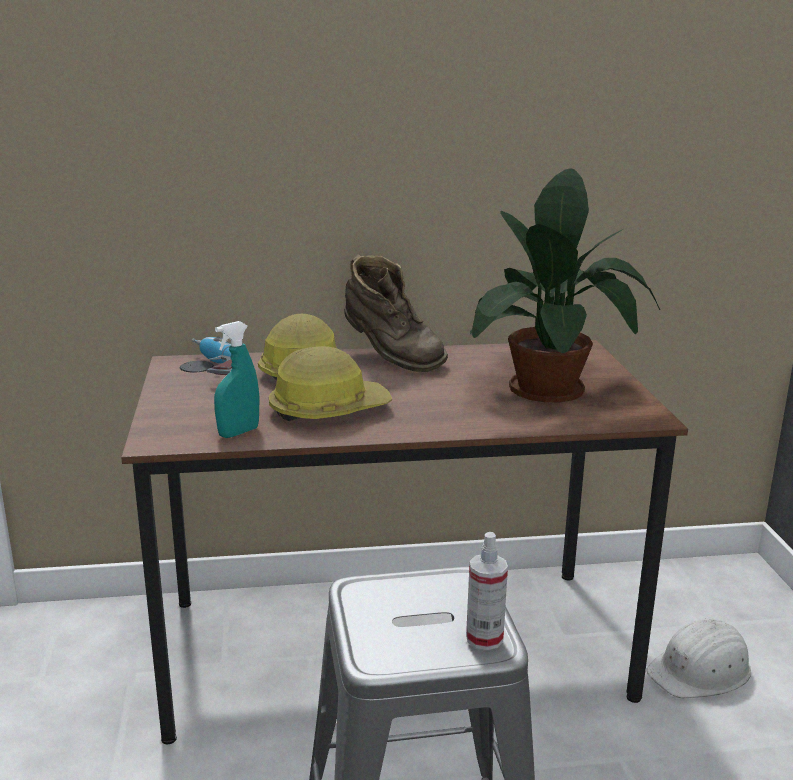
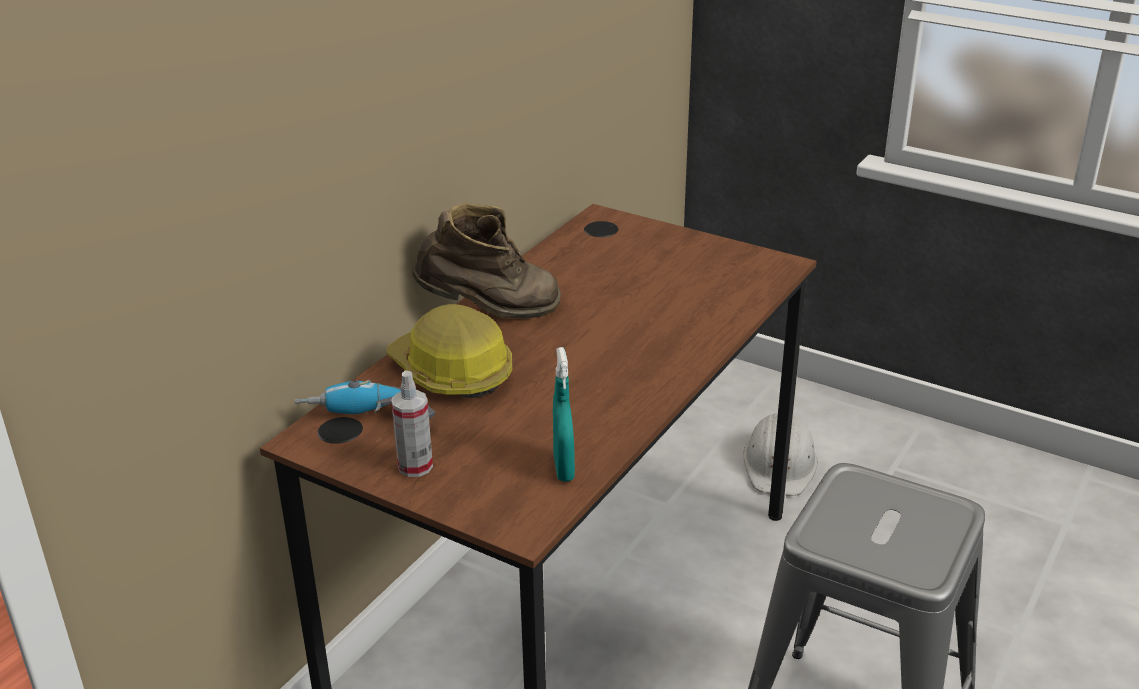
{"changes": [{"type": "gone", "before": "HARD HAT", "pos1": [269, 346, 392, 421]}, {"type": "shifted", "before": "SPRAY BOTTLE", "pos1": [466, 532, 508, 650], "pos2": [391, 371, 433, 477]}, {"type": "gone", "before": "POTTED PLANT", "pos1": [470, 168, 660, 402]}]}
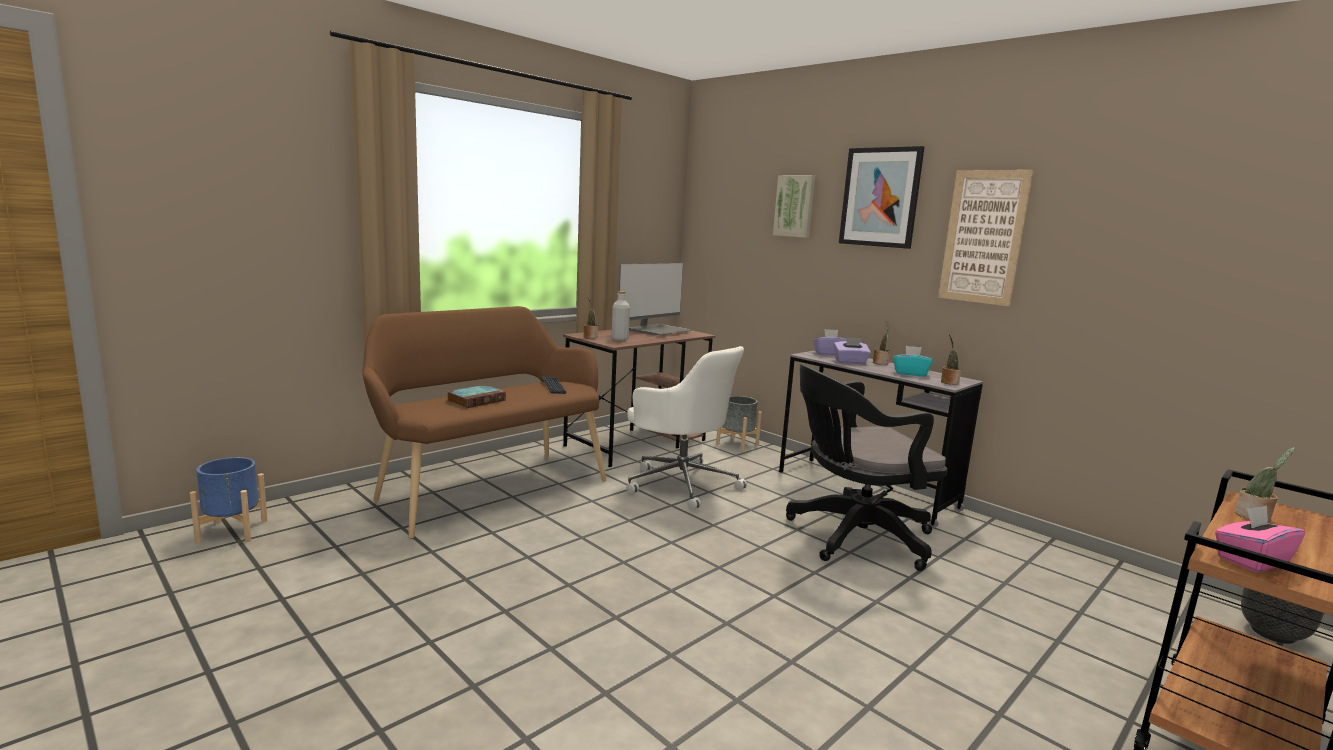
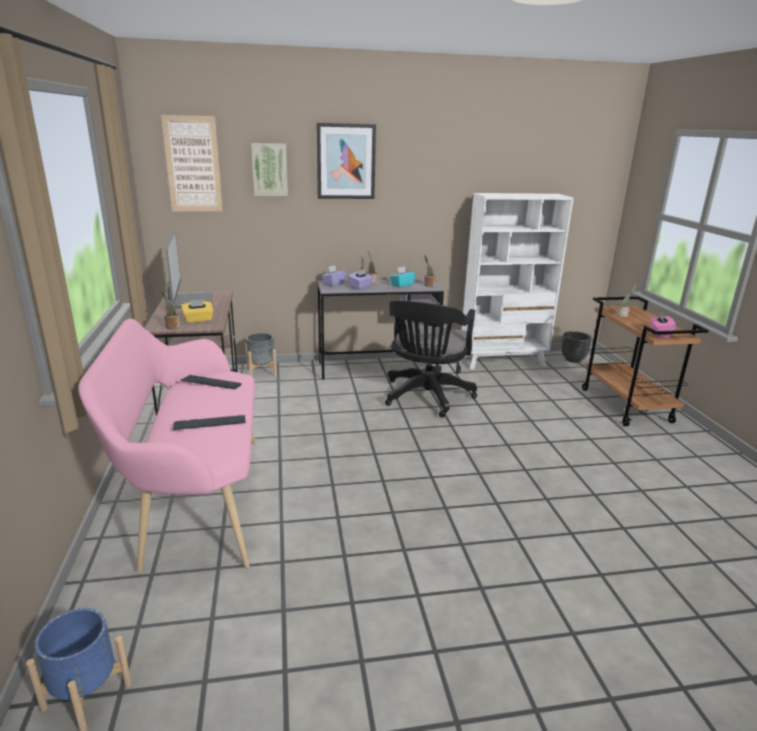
{"changes": [{"type": "repainted", "before": "BROWN BENCH", "after": "PINK BENCH", "pos1": [363, 306, 606, 539], "pos2": [78, 319, 256, 573]}, {"type": "swapped", "before": "BOOK", "after": "KEYBOARD", "pos1": [447, 385, 506, 408], "pos2": [173, 415, 246, 430]}, {"type": "swapped", "before": "GREY BOTTLE", "after": "YELLOW TISSUE BOX", "pos1": [611, 291, 630, 341], "pos2": [181, 299, 213, 323]}, {"type": "gone", "before": "WHITE OFFICE CHAIR", "pos1": [626, 346, 747, 510]}, {"type": "shifted", "before": "PICTURE", "pos1": [938, 170, 1034, 306], "pos2": [161, 115, 223, 211]}, {"type": "new", "after": "WHITE BOOKCASE", "pos2": [462, 193, 574, 370]}]}
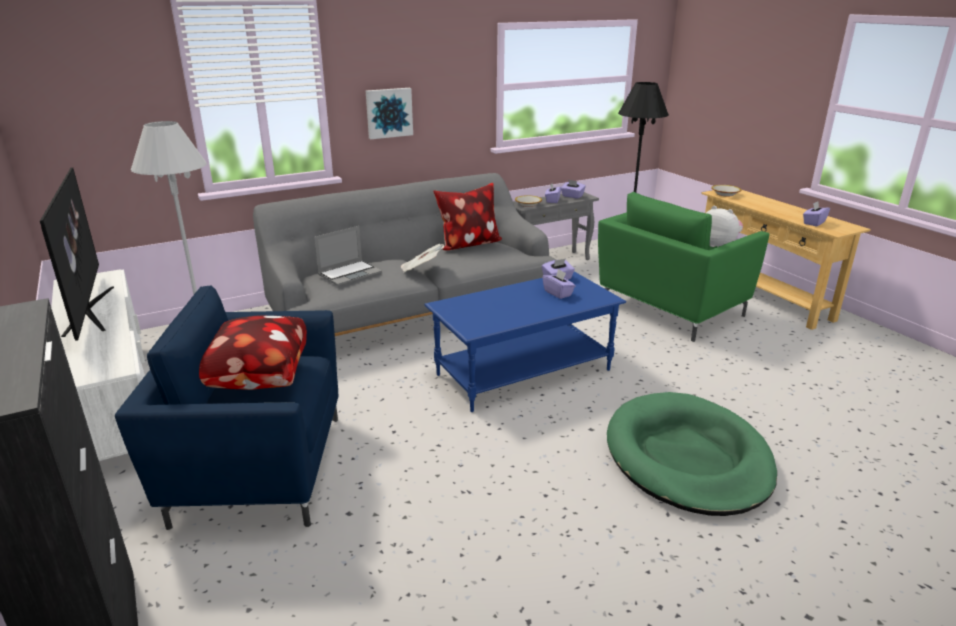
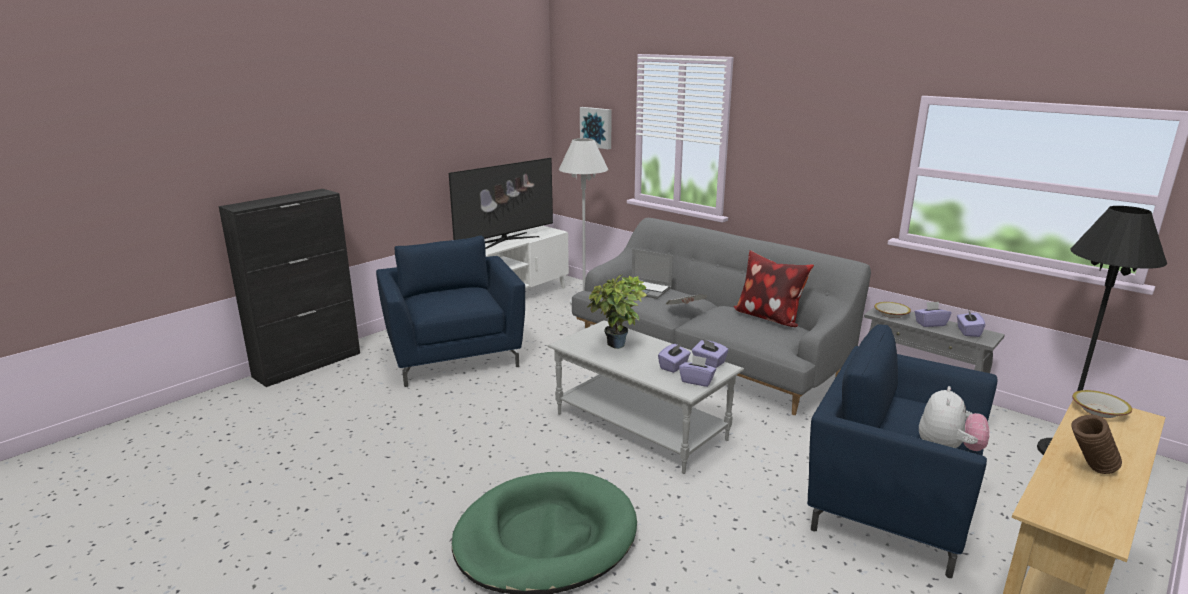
{"changes": [{"type": "gone", "before": "PILLOW", "pos1": [199, 315, 307, 390]}, {"type": "shifted", "before": "PICTURE", "pos1": [366, 88, 413, 139], "pos2": [580, 107, 612, 149]}, {"type": "repainted", "before": "BLUE COFFEE TABLE", "after": "GREY COFFEE TABLE", "pos1": [425, 271, 626, 412], "pos2": [547, 320, 744, 474]}, {"type": "repainted", "before": "GREEN ARMCHAIR", "after": "BLUE ARMCHAIR", "pos1": [598, 192, 769, 342], "pos2": [807, 324, 997, 578]}, {"type": "shifted", "before": "PURPLE TISSUE BOX", "pos1": [803, 201, 830, 227], "pos2": [679, 355, 716, 387]}, {"type": "new", "after": "POTTED PLANT", "pos2": [587, 275, 647, 349]}, {"type": "new", "after": "BROWN VASE", "pos2": [1071, 414, 1122, 474]}]}
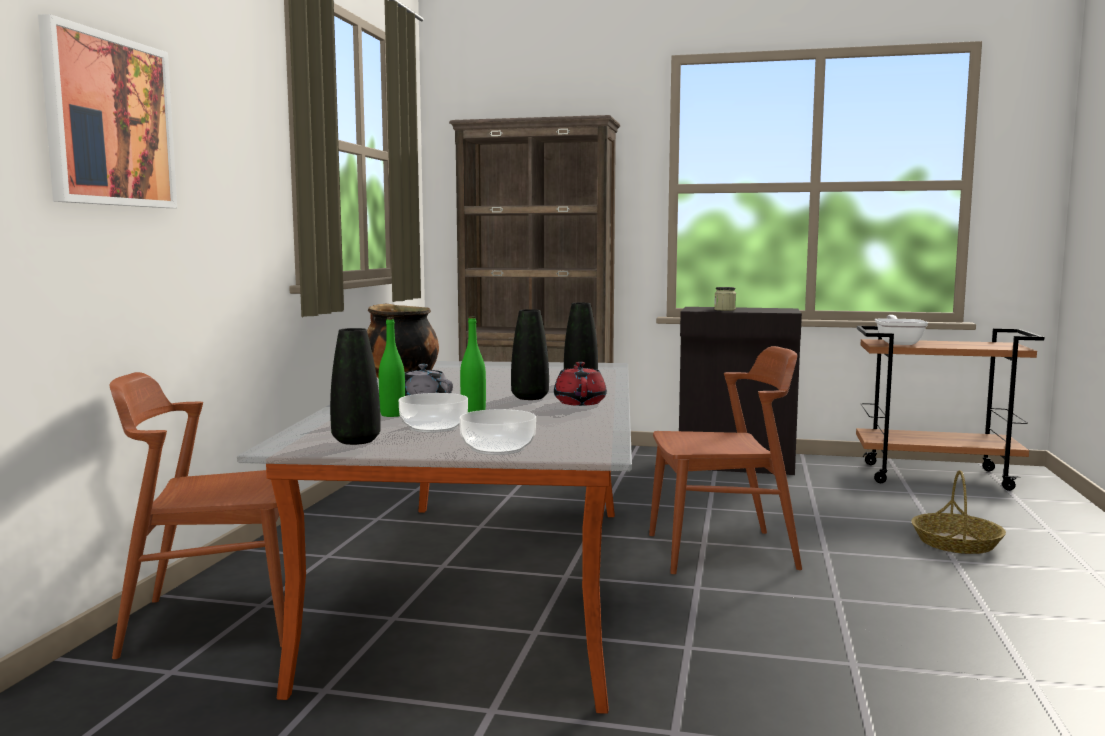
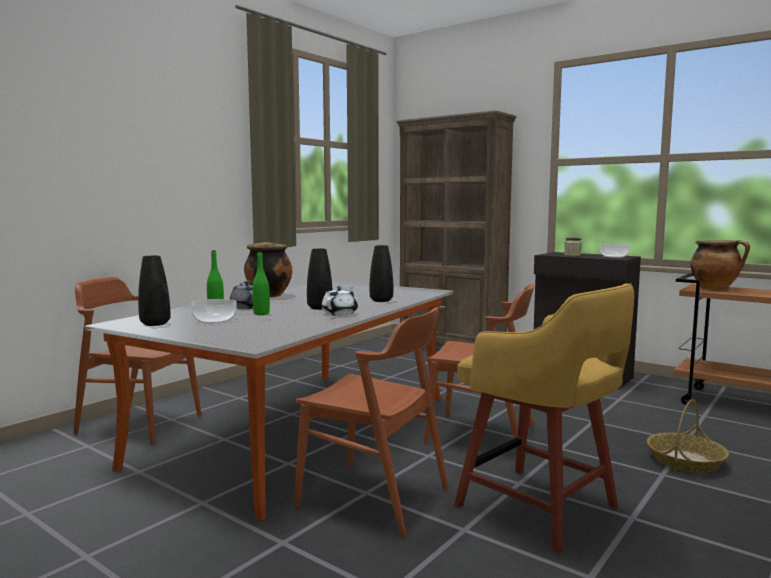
{"changes": [{"type": "gone", "before": "PICTURE", "pos1": [38, 14, 177, 208]}, {"type": "shifted", "before": "BOWL", "pos1": [459, 409, 536, 455], "pos2": [599, 243, 631, 258]}, {"type": "repainted", "before": "RED TEAPOT", "after": "WHITE TEAPOT", "pos1": [554, 362, 607, 406], "pos2": [321, 285, 358, 316]}, {"type": "swapped", "before": "FRYING PAN", "after": "COOKING POT", "pos1": [875, 315, 928, 345], "pos2": [690, 240, 750, 290]}, {"type": "new", "after": "BROWN CHAIR", "pos2": [294, 307, 448, 537]}, {"type": "new", "after": "YELLOW STOOL", "pos2": [454, 283, 634, 554]}]}
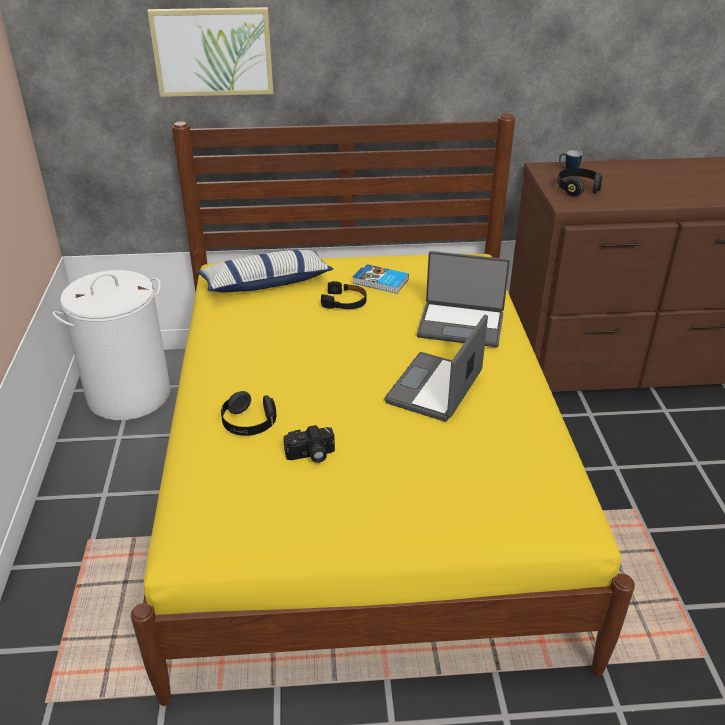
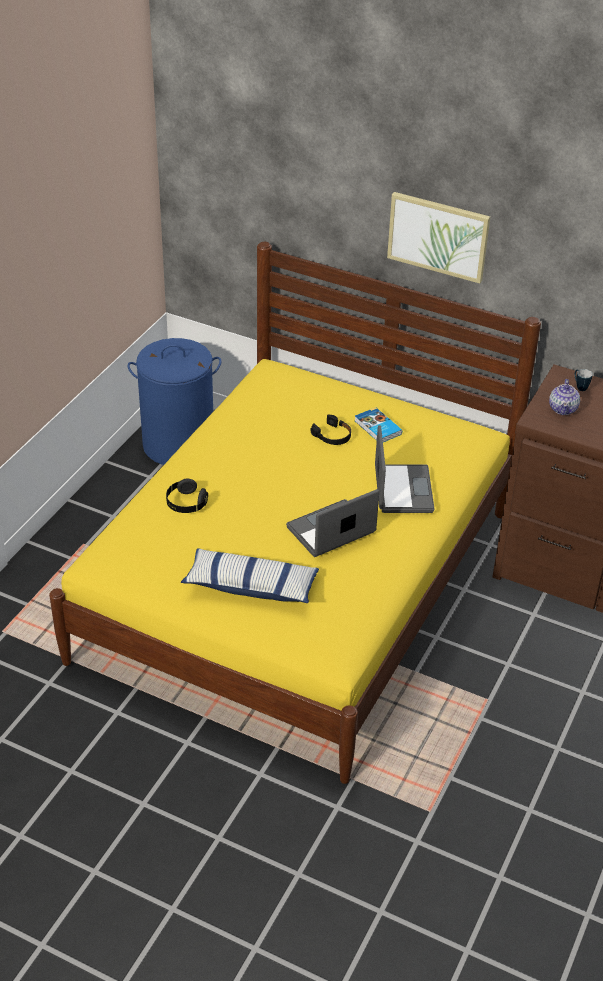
{"changes": [{"type": "repainted", "before": "WHITE LAUNDRY BASKET", "after": "BLUE LAUNDRY BASKET", "pos1": [52, 270, 171, 420], "pos2": [128, 338, 221, 465]}, {"type": "shifted", "before": "PICTURE", "pos1": [147, 7, 274, 97], "pos2": [387, 192, 490, 284]}, {"type": "shifted", "before": "PILLOW", "pos1": [198, 250, 333, 292], "pos2": [181, 548, 319, 603]}, {"type": "gone", "before": "PHOTO CAMERA", "pos1": [284, 425, 335, 463]}, {"type": "rotated", "before": "LAPTOP", "pos1": [417, 251, 510, 347], "pos2": [375, 425, 435, 513], "turn": -135}, {"type": "swapped", "before": "BLACK HEADPHONES", "after": "TEAPOT", "pos1": [557, 168, 603, 196], "pos2": [549, 379, 580, 415]}]}
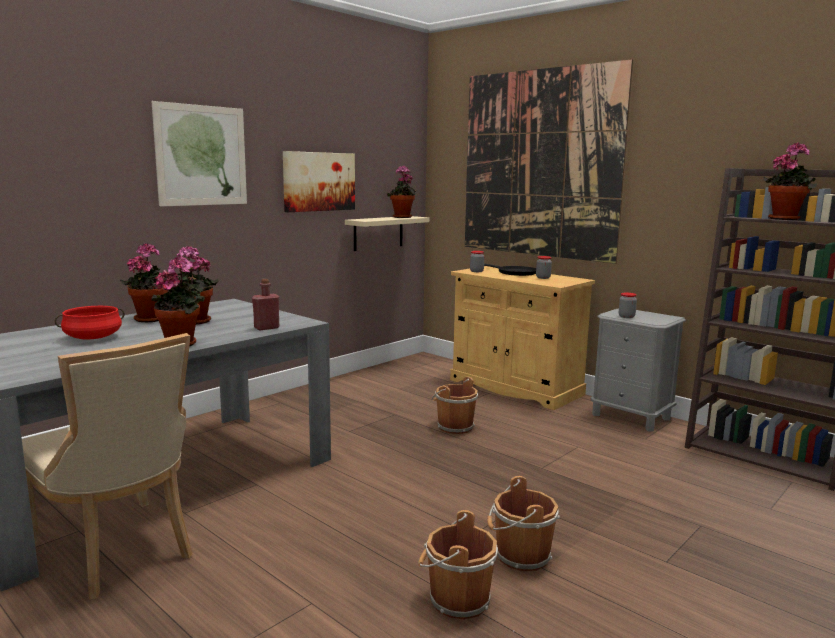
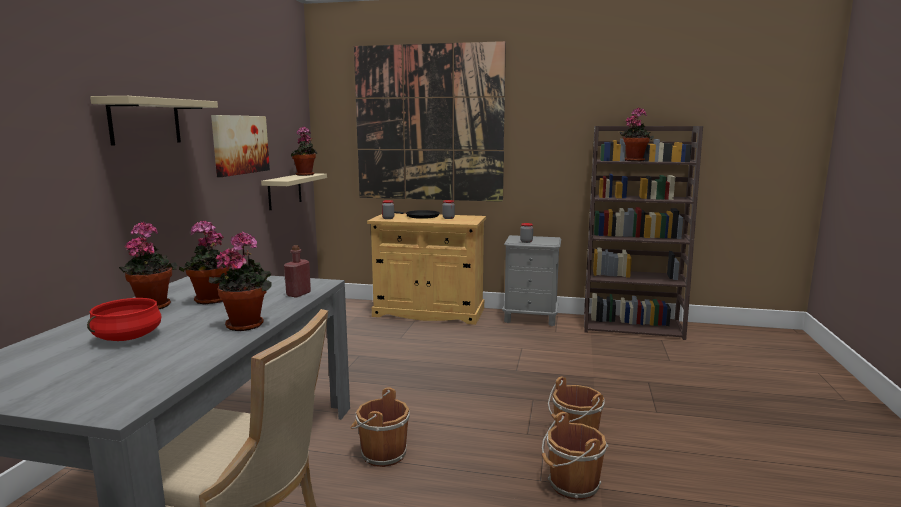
{"changes": [{"type": "swapped", "before": "PICTURE", "after": "BEIGE SHELF", "pos1": [152, 101, 247, 207], "pos2": [90, 96, 218, 146]}, {"type": "shifted", "before": "BROWN BUCKET", "pos1": [432, 377, 478, 434], "pos2": [350, 387, 410, 467]}]}
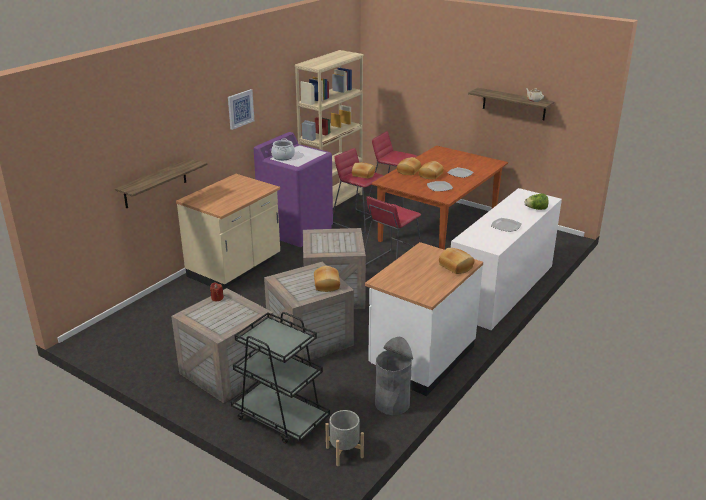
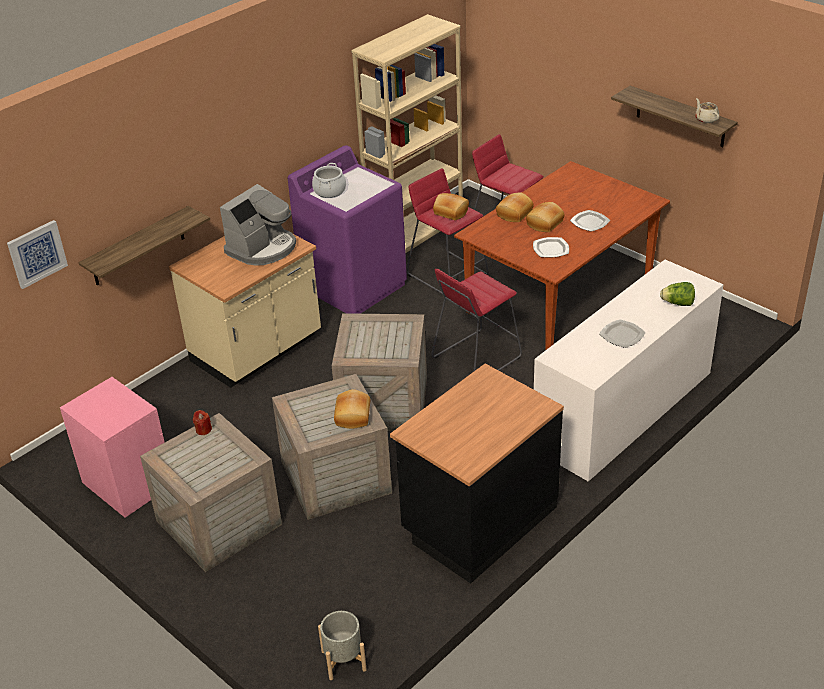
{"changes": [{"type": "shifted", "before": "PICTURE", "pos1": [228, 89, 254, 130], "pos2": [7, 220, 68, 289]}, {"type": "gone", "before": "BLACK CART", "pos1": [231, 312, 330, 444]}, {"type": "repainted", "before": "WHITE COUNTER", "after": "BLACK COUNTER", "pos1": [365, 242, 483, 396], "pos2": [390, 363, 564, 584]}, {"type": "gone", "before": "GREY TRASH CAN", "pos1": [375, 337, 413, 415]}, {"type": "gone", "before": "BREAD", "pos1": [439, 248, 474, 274]}, {"type": "new", "after": "PINK NIGHTSTAND", "pos2": [60, 377, 165, 517]}, {"type": "new", "after": "COFFEE MACHINE", "pos2": [220, 184, 296, 266]}]}
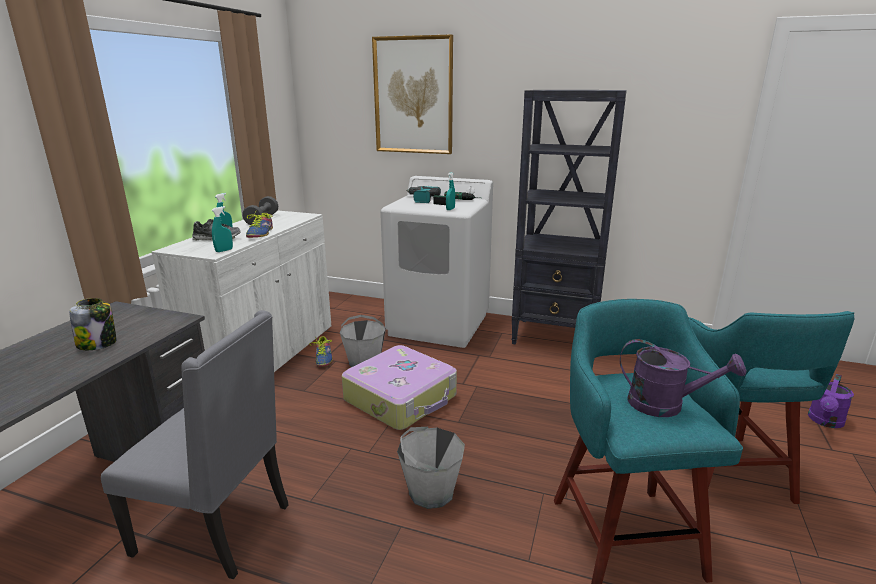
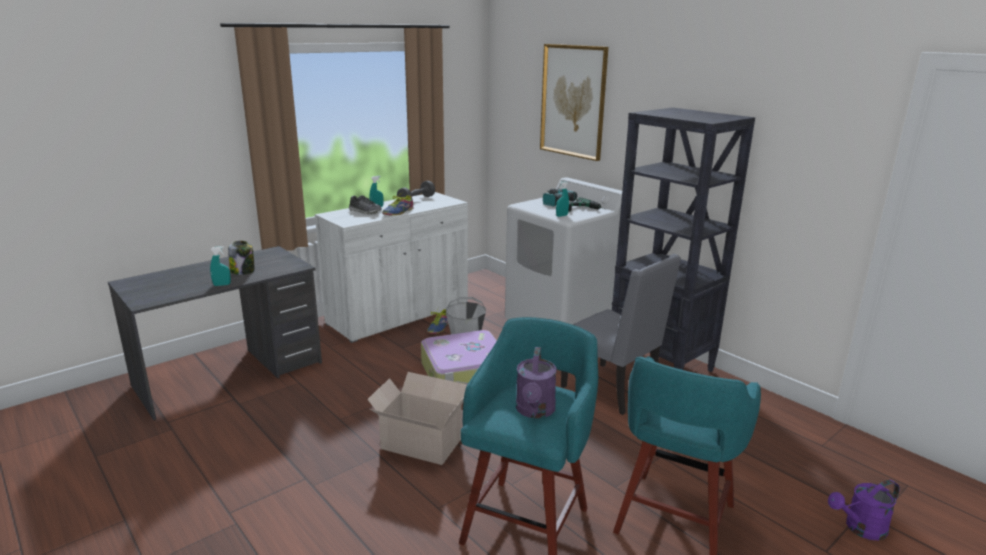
{"changes": [{"type": "shifted", "before": "GREY CHAIR", "pos1": [101, 310, 288, 579], "pos2": [561, 254, 681, 415]}, {"type": "shifted", "before": "TURQUOISE SPRAY BOTTLE", "pos1": [211, 206, 233, 252], "pos2": [210, 246, 231, 286]}, {"type": "swapped", "before": "GREY BUCKET", "after": "CARDBOARD BOX", "pos1": [397, 427, 465, 509], "pos2": [367, 372, 467, 465]}, {"type": "rotated", "before": "PURPLE WATERING CAN", "pos1": [620, 339, 747, 417], "pos2": [516, 347, 557, 419], "turn": 45}]}
